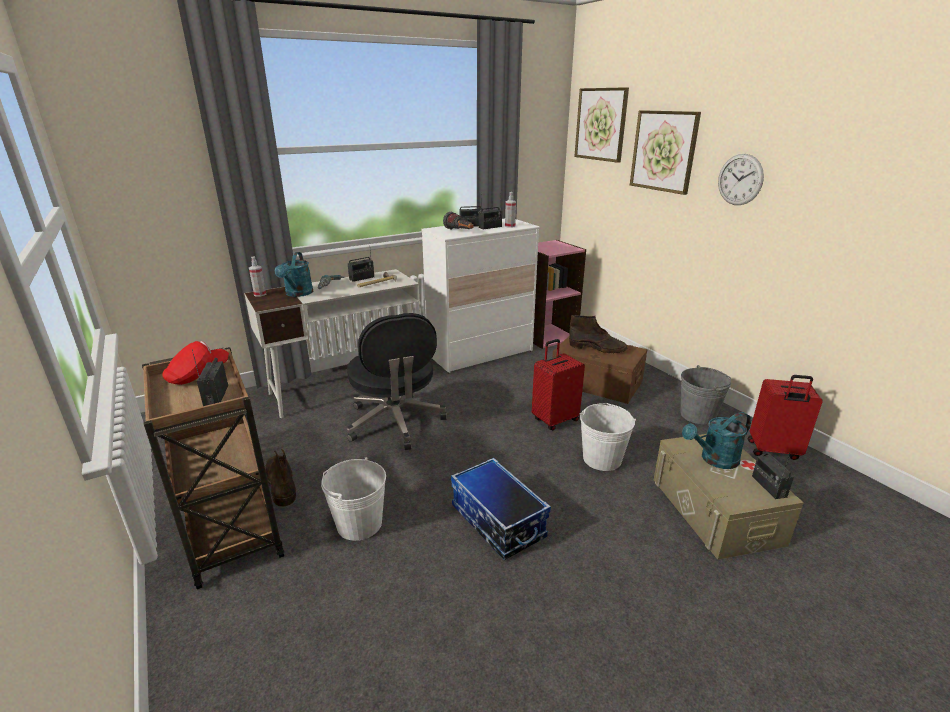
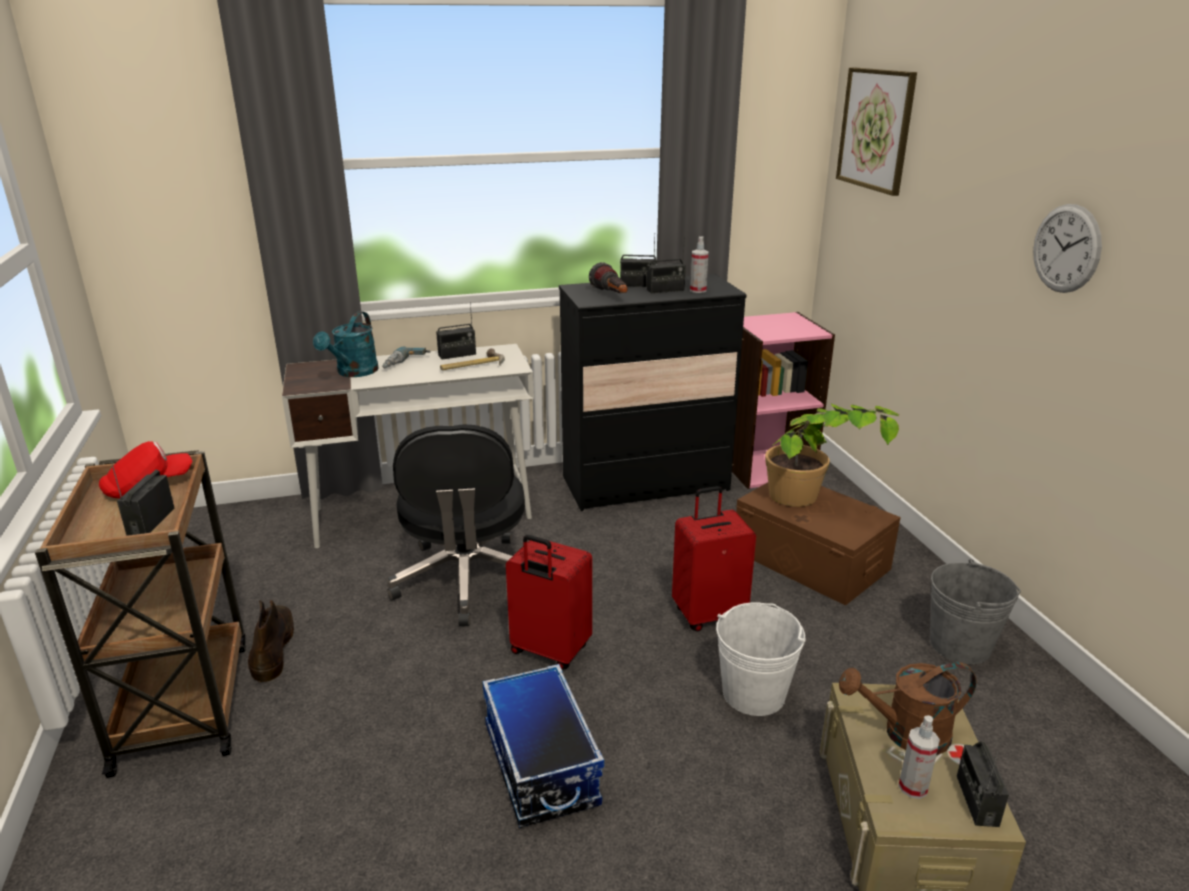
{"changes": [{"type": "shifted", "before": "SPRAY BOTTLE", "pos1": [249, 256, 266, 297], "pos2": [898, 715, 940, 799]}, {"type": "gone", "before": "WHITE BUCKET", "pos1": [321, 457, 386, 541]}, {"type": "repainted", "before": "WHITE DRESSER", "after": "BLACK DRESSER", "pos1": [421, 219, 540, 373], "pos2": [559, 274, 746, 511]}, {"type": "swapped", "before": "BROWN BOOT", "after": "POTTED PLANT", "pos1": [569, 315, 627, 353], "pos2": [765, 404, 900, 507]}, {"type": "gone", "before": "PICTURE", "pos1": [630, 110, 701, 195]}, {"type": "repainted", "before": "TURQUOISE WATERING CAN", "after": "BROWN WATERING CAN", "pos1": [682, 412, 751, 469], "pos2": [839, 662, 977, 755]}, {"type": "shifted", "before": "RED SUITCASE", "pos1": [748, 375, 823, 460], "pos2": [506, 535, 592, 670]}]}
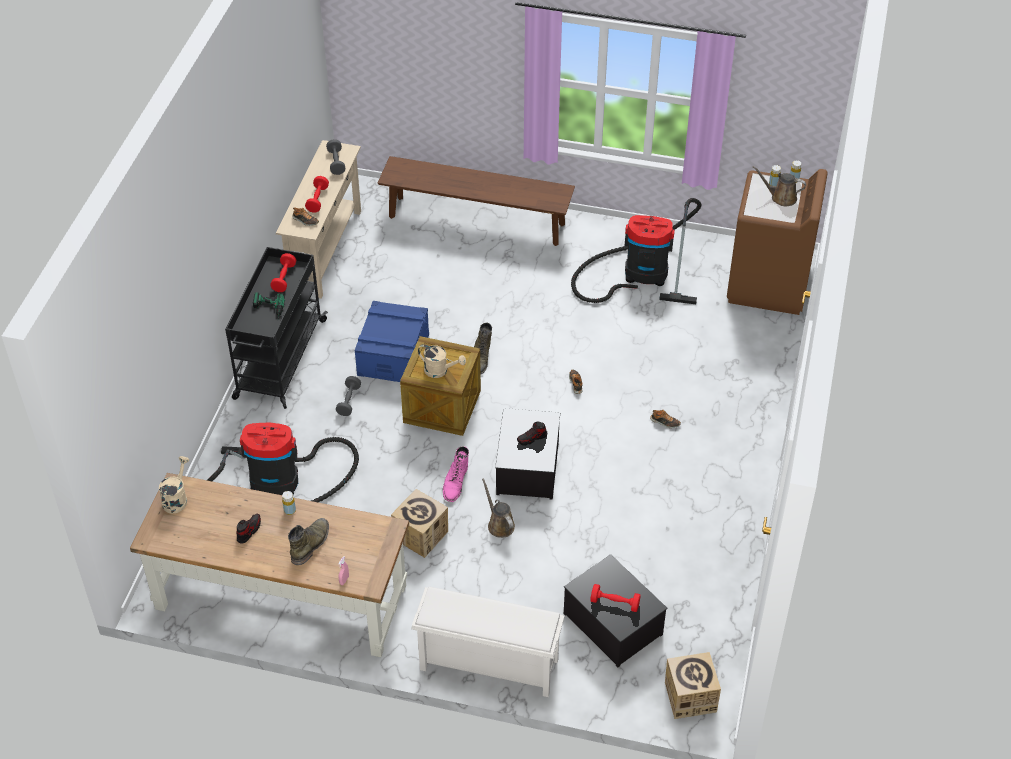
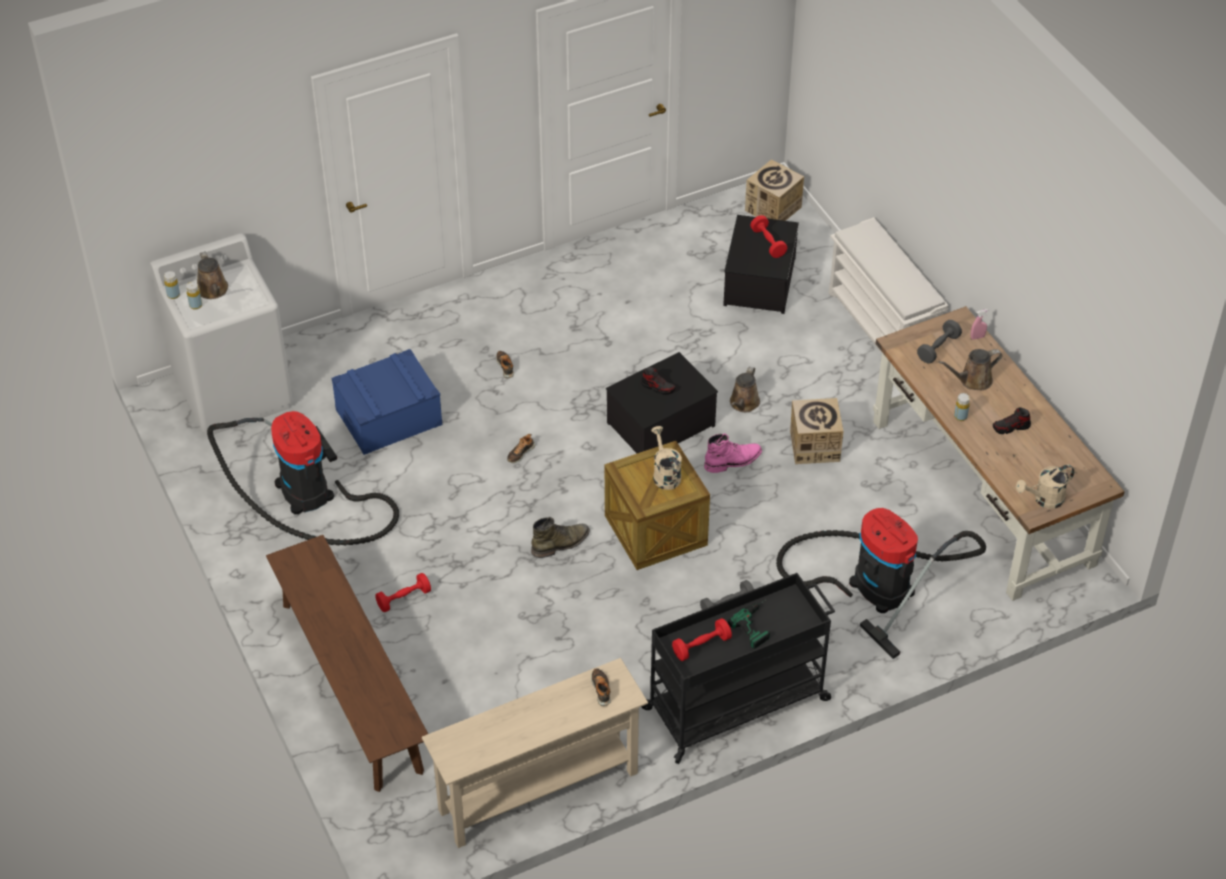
{"changes": [{"type": "swapped", "before": "GREEN BOOT", "after": "BROWN WATERING CAN", "pos1": [288, 518, 329, 565], "pos2": [939, 349, 1002, 390]}, {"type": "shifted", "before": "RED DUMBBELL", "pos1": [305, 176, 329, 213], "pos2": [375, 573, 431, 612]}, {"type": "shifted", "before": "GREY DUMBBELL", "pos1": [326, 139, 345, 175], "pos2": [917, 320, 962, 363]}, {"type": "shifted", "before": "BLUE STORAGE BOX", "pos1": [355, 301, 429, 382], "pos2": [331, 349, 442, 455]}, {"type": "repainted", "before": "BROWN WASHING MACHINE", "after": "WHITE WASHING MACHINE", "pos1": [727, 169, 828, 315], "pos2": [150, 233, 293, 437]}]}
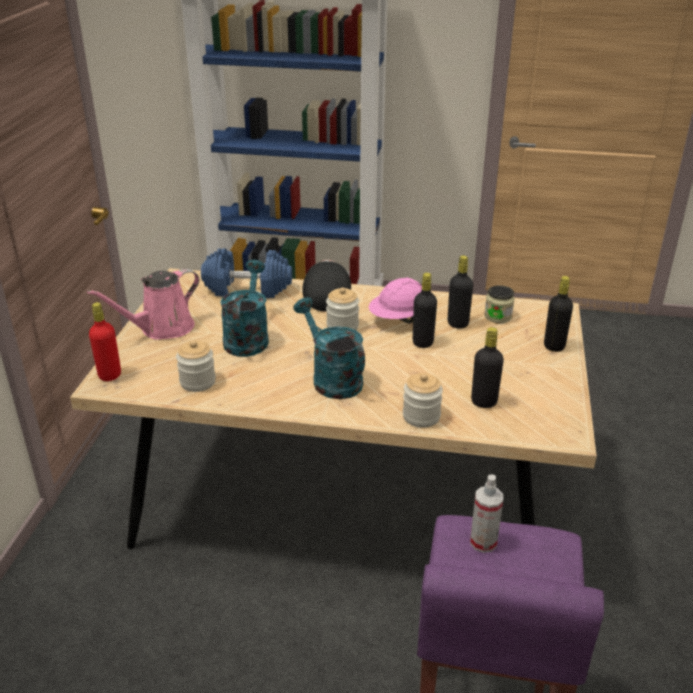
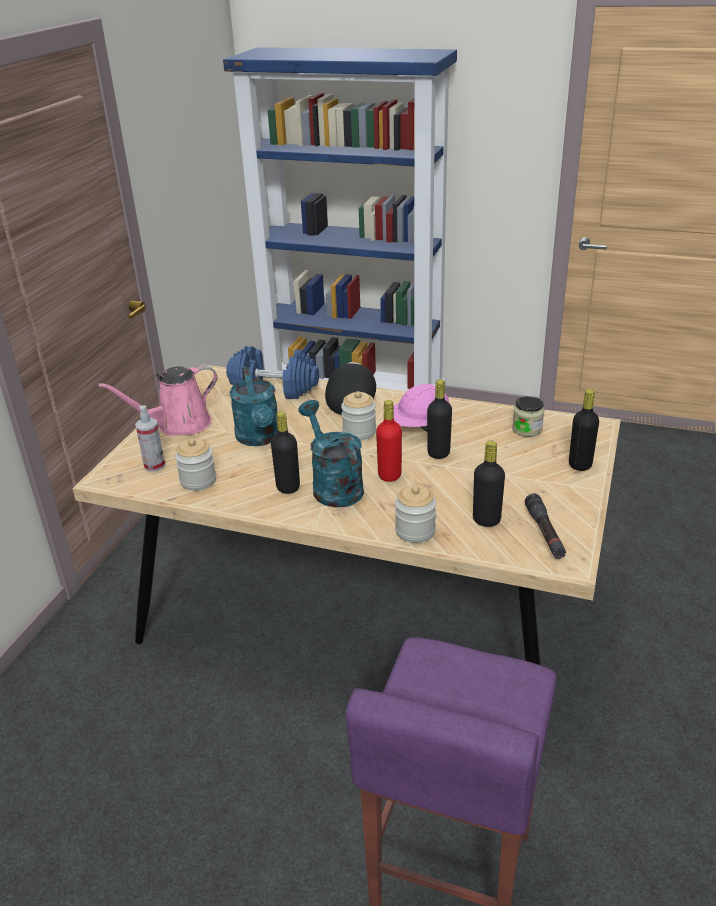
{"changes": [{"type": "shifted", "before": "RED BOTTLE", "pos1": [89, 302, 121, 381], "pos2": [376, 400, 402, 482]}, {"type": "rotated", "before": "TURQUOISE WATERING CAN", "pos1": [220, 260, 269, 357], "pos2": [229, 366, 278, 446], "turn": 150}, {"type": "shifted", "before": "BLACK BOTTLE", "pos1": [448, 255, 473, 329], "pos2": [271, 411, 300, 494]}, {"type": "shifted", "before": "SPRAY BOTTLE", "pos1": [470, 475, 503, 553], "pos2": [135, 405, 165, 472]}, {"type": "new", "after": "BLACK FLASHLIGHT", "pos2": [525, 493, 566, 559]}]}
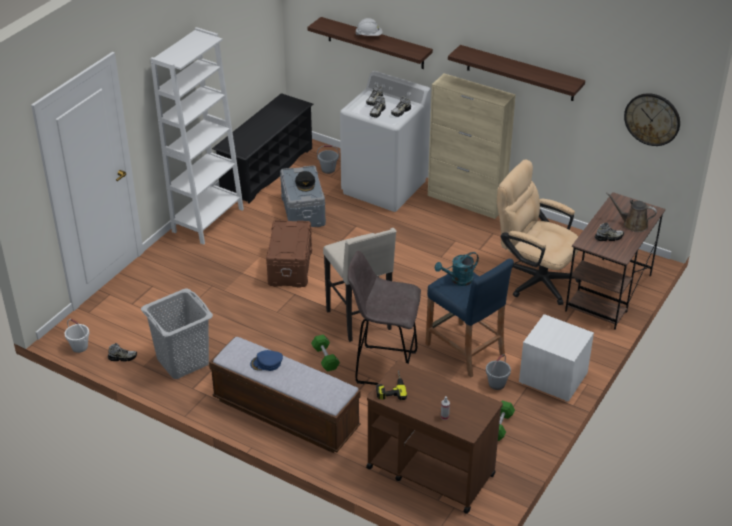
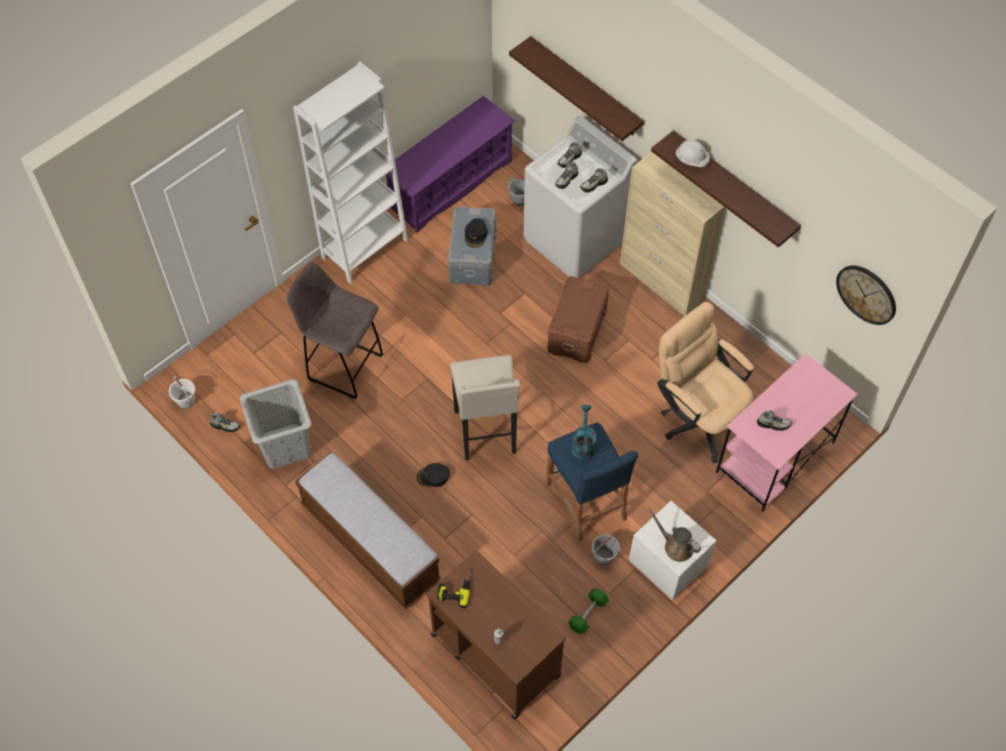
{"changes": [{"type": "repainted", "before": "BLACK SHOE RACK", "after": "PURPLE SHOE RACK", "pos1": [212, 93, 313, 204], "pos2": [386, 96, 515, 233]}, {"type": "gone", "before": "BLUE CAP", "pos1": [250, 350, 283, 371]}, {"type": "shifted", "before": "BROWN STORAGE BOX", "pos1": [266, 220, 312, 288], "pos2": [547, 276, 609, 363]}, {"type": "swapped", "before": "GREEN DUMBBELL", "after": "BLACK CAP", "pos1": [311, 334, 340, 372], "pos2": [417, 463, 450, 487]}, {"type": "shifted", "before": "GREY STOOL", "pos1": [348, 251, 421, 385], "pos2": [287, 262, 383, 399]}, {"type": "shifted", "before": "WHITE HARD HAT", "pos1": [355, 18, 383, 36], "pos2": [675, 140, 710, 167]}, {"type": "rotated", "before": "TURQUOISE WATERING CAN", "pos1": [435, 252, 479, 286], "pos2": [571, 405, 597, 461], "turn": 105}, {"type": "repainted", "before": "BROWN DESK", "after": "PINK DESK", "pos1": [565, 192, 665, 330], "pos2": [716, 354, 858, 512]}, {"type": "shifted", "before": "BROWN WATERING CAN", "pos1": [606, 193, 657, 232], "pos2": [648, 509, 701, 562]}]}
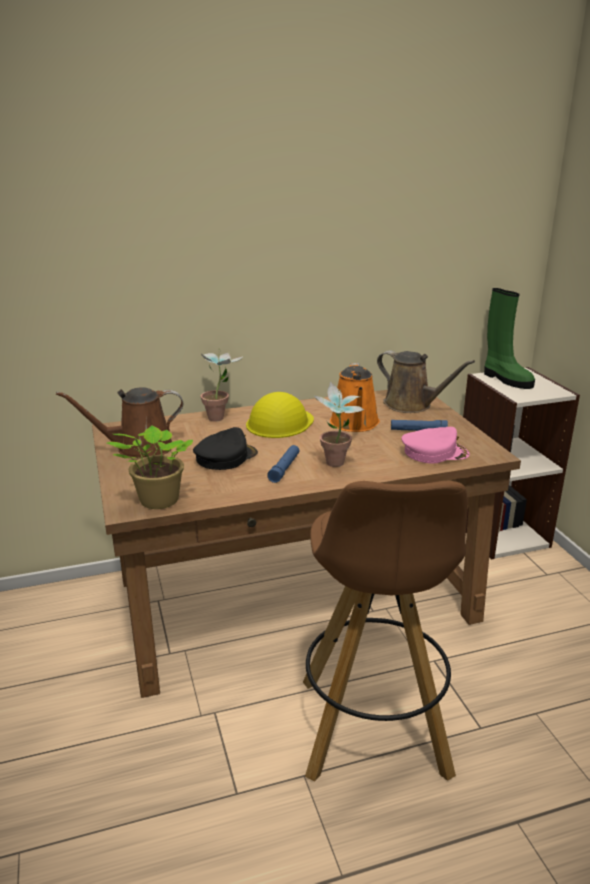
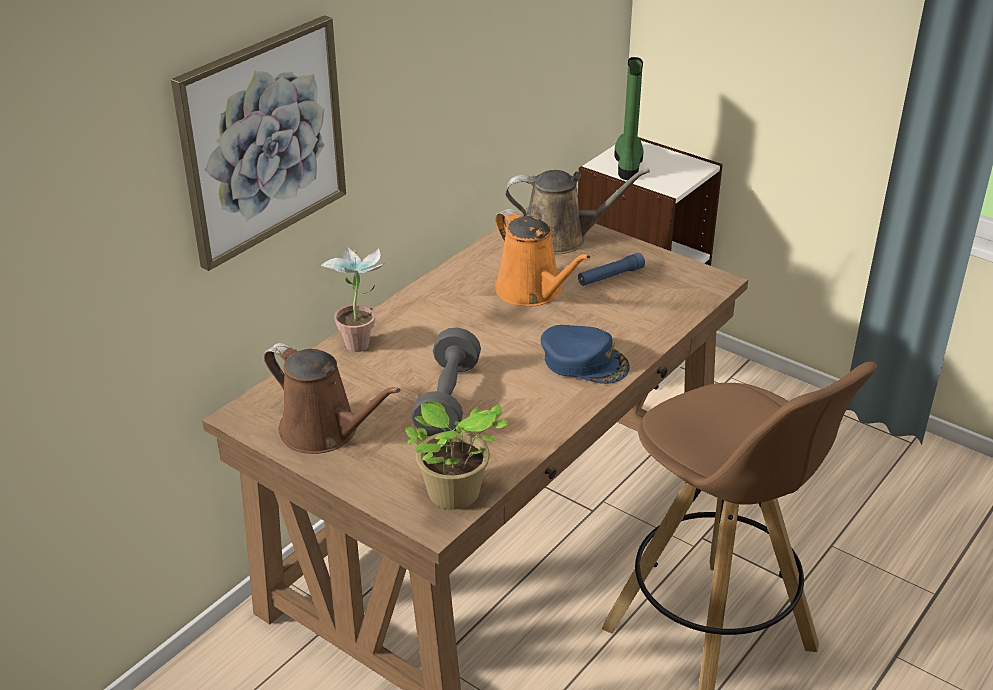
{"changes": [{"type": "rotated", "before": "BROWN WATERING CAN", "pos1": [56, 387, 183, 458], "pos2": [264, 343, 400, 454], "turn": -90}, {"type": "swapped", "before": "BLACK CAP", "after": "GREY DUMBBELL", "pos1": [193, 427, 258, 470], "pos2": [411, 327, 481, 436]}, {"type": "gone", "before": "YELLOW HARD HAT", "pos1": [246, 392, 314, 438]}, {"type": "gone", "before": "BLUE FLASHLIGHT", "pos1": [267, 445, 299, 483]}, {"type": "swapped", "before": "POTTED PLANT", "after": "BLUE CAP", "pos1": [313, 382, 365, 467], "pos2": [541, 325, 630, 384]}, {"type": "gone", "before": "PINK CAP", "pos1": [401, 427, 470, 464]}, {"type": "rotated", "before": "GREEN BOOT", "pos1": [484, 288, 535, 389], "pos2": [614, 57, 644, 180], "turn": -105}, {"type": "new", "after": "PICTURE", "pos2": [171, 15, 346, 271]}]}
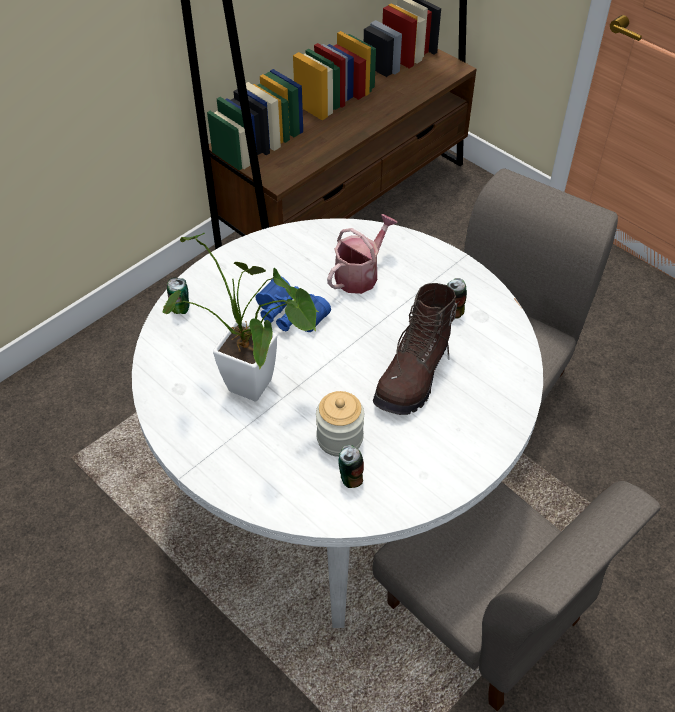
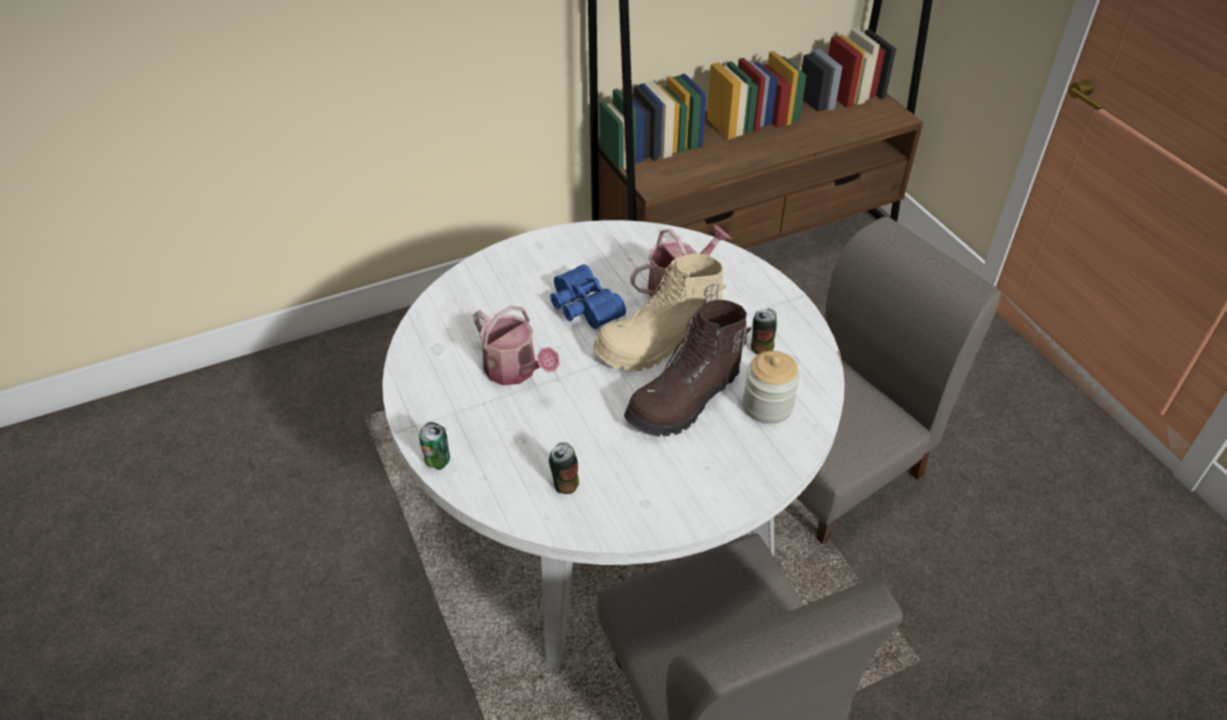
{"changes": [{"type": "swapped", "before": "POTTED PLANT", "after": "WATERING CAN", "pos1": [163, 233, 318, 402], "pos2": [473, 306, 560, 386]}, {"type": "shifted", "before": "CAN", "pos1": [167, 277, 190, 314], "pos2": [419, 422, 450, 470]}, {"type": "shifted", "before": "JAR", "pos1": [316, 391, 364, 457], "pos2": [743, 351, 800, 424]}, {"type": "new", "after": "BEIGE BOOT", "pos2": [593, 253, 726, 371]}]}
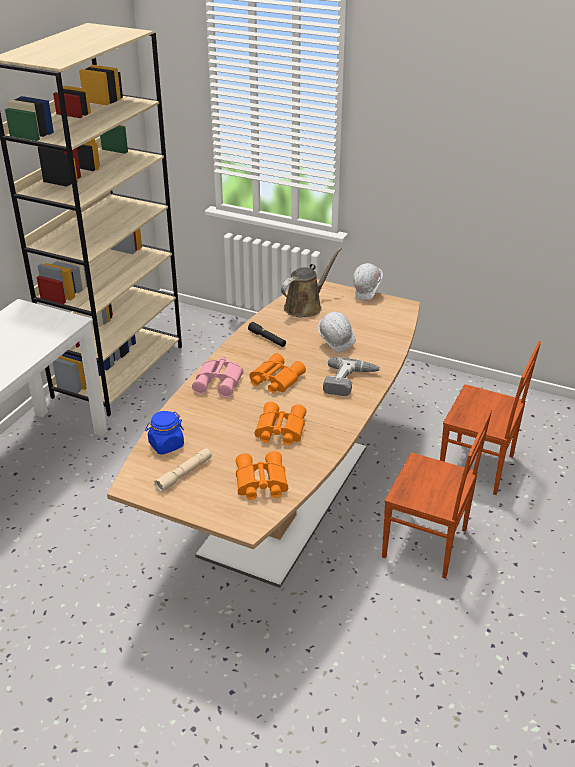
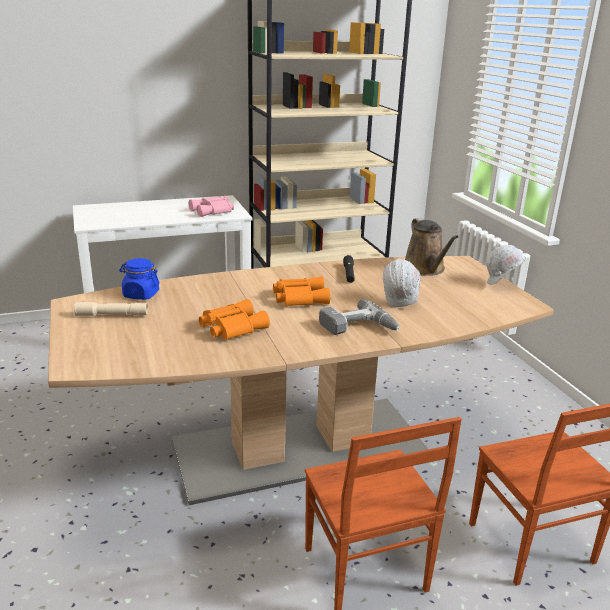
{"changes": [{"type": "shifted", "before": "PINK BINOCULARS", "pos1": [192, 357, 243, 397], "pos2": [188, 196, 234, 217]}, {"type": "gone", "before": "ORANGE BINOCULARS", "pos1": [236, 451, 288, 500]}, {"type": "rotated", "before": "BROWN WATERING CAN", "pos1": [281, 247, 342, 317], "pos2": [405, 218, 459, 276], "turn": 75}]}
